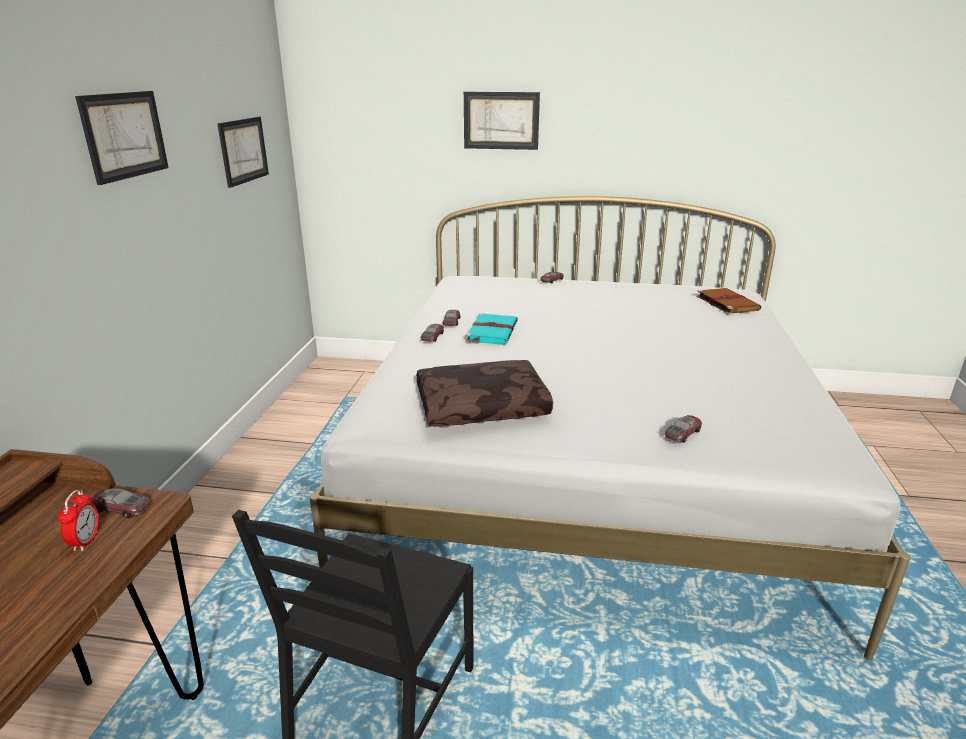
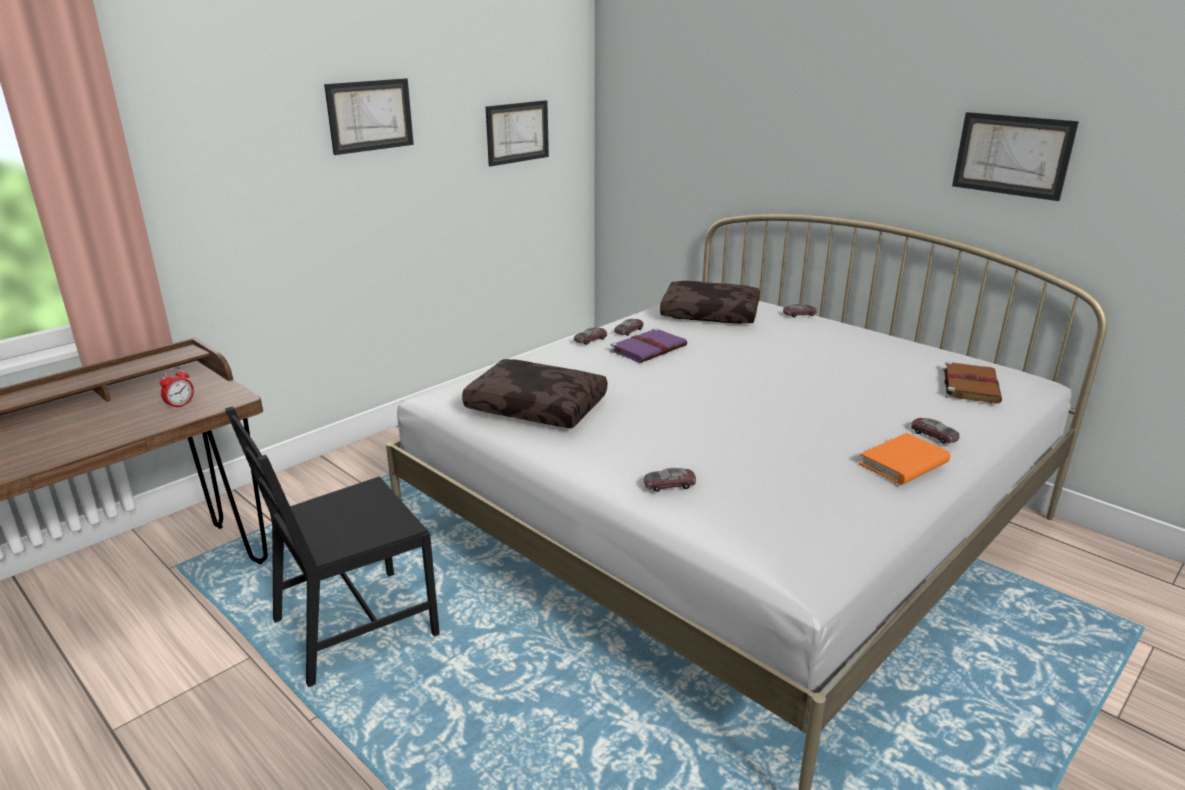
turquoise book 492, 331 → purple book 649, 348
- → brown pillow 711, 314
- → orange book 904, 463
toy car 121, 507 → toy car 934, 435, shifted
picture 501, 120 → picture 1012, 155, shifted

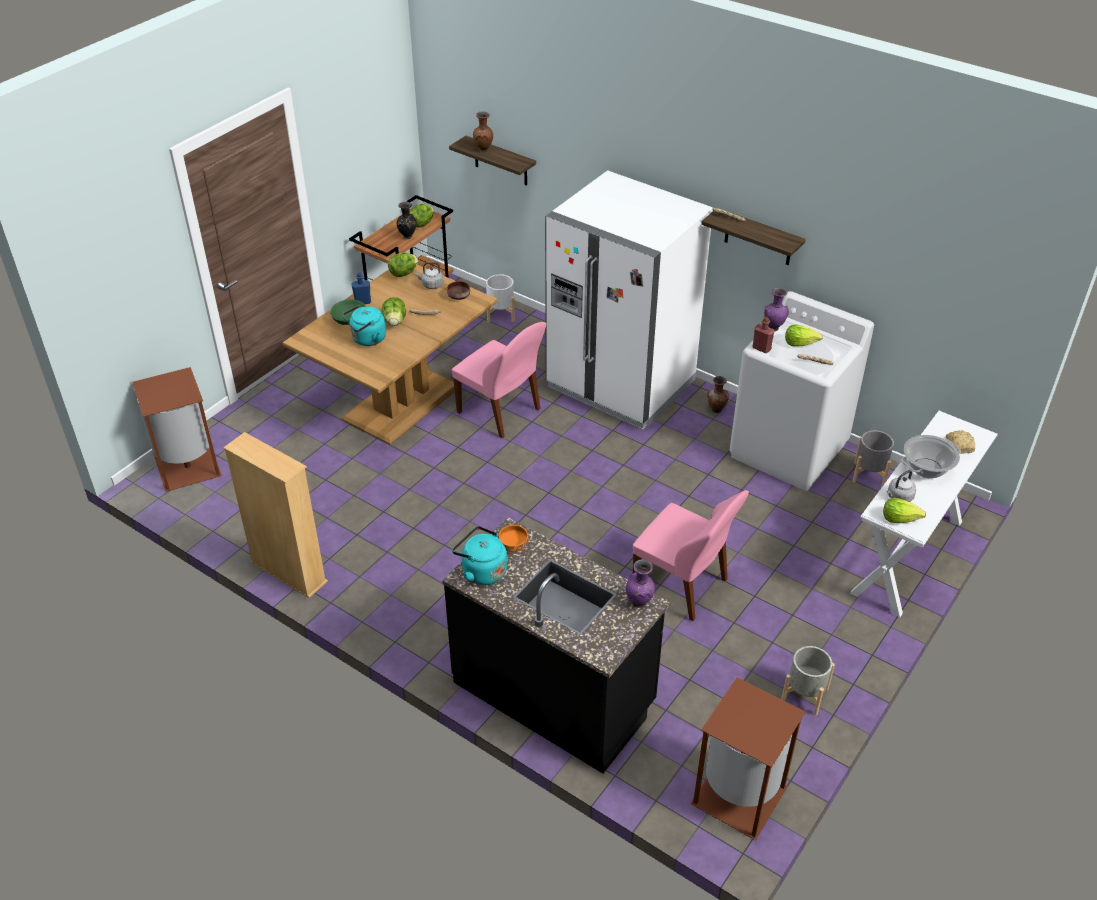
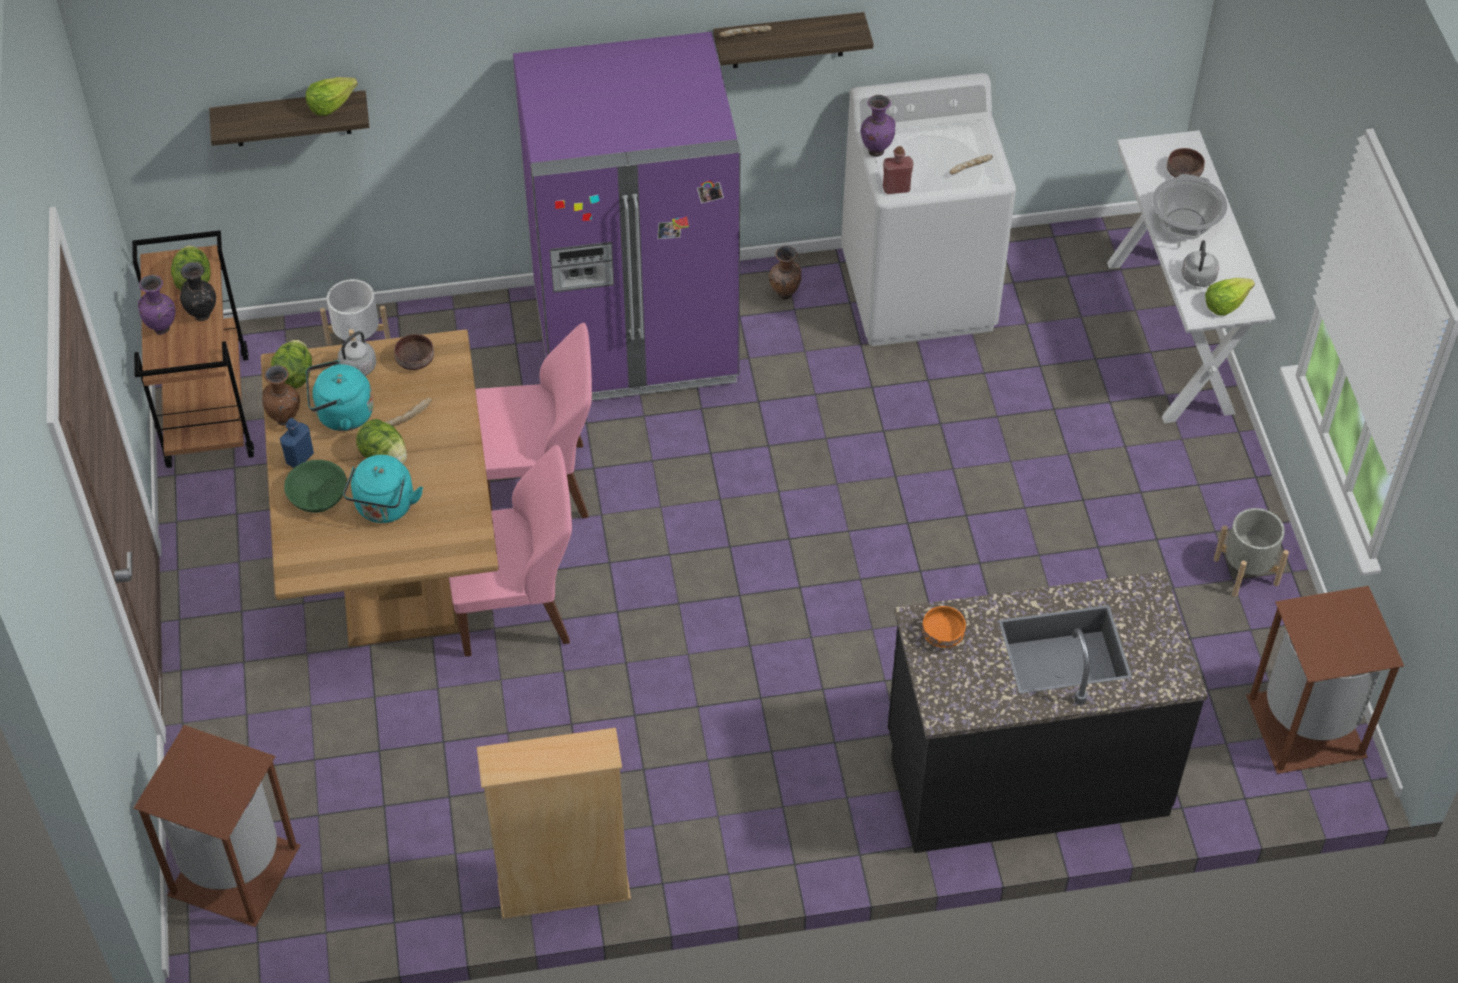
purple vase 639, 603 → purple vase 163, 329, shifted
brown vase 484, 150 → brown vase 286, 419, shifted
lettuce 800, 343 → lettuce 331, 104, shifted
turquoise kettle 481, 571 → turquoise kettle 341, 415, shifted
pink chair 682, 586 → pink chair 516, 609, shifted
white fridge 620, 384 → purple fridge 635, 338
bread 959, 446 → brown bowl 1183, 172
grey planter 869, 474 → -

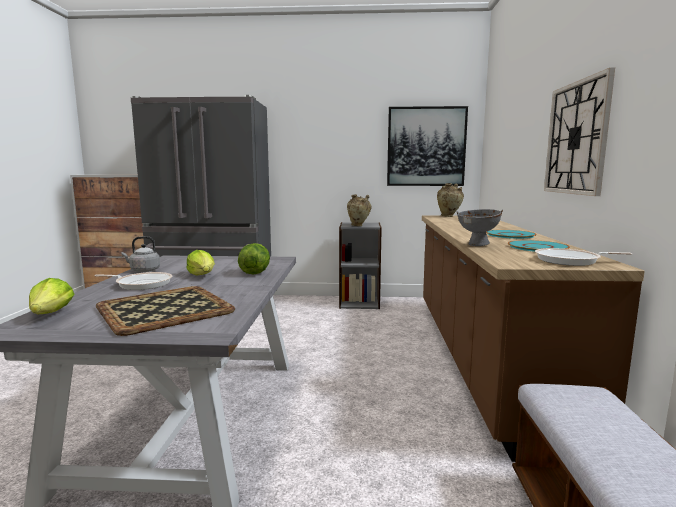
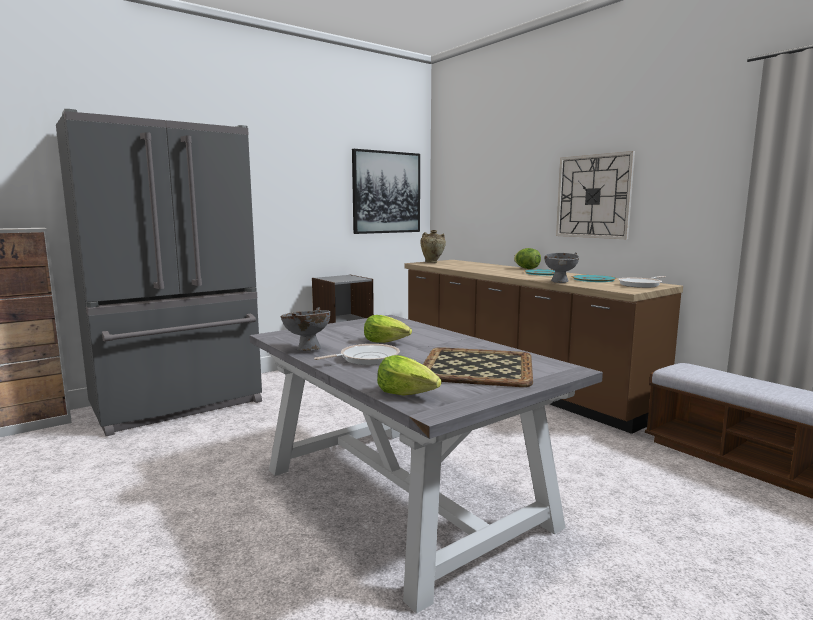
grey kettle 143, 270 → grey bowl 306, 350
lettuce 254, 273 → lettuce 526, 268, shifted
beige vase 358, 226 → -

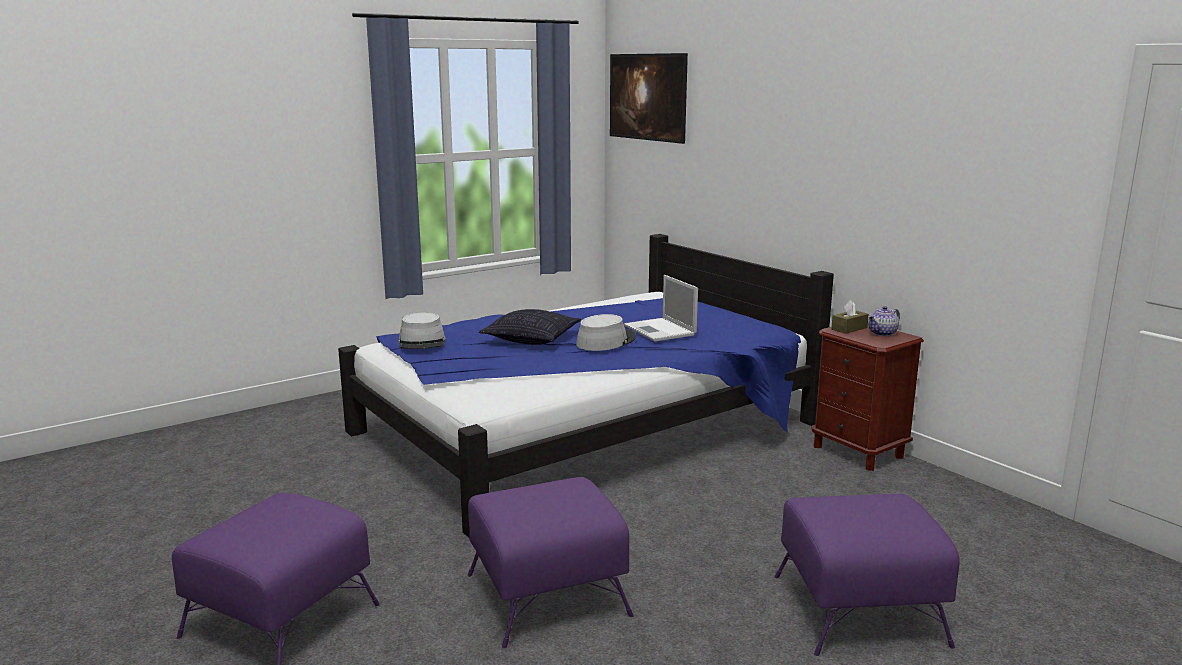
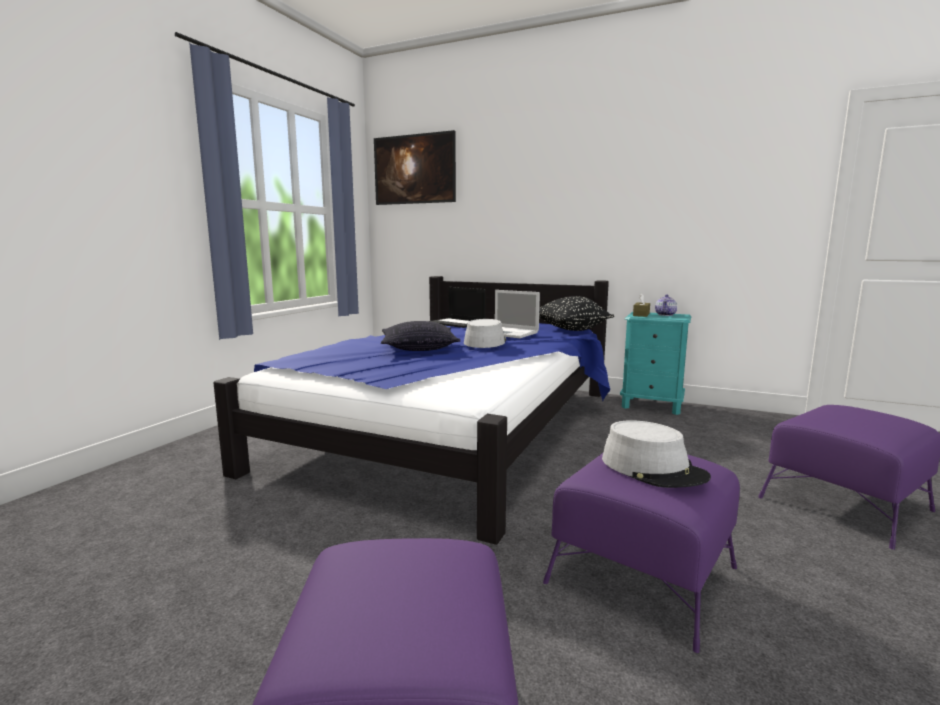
- → laptop 457, 323
- → black pillow 571, 330
grey hat 422, 342 → grey hat 653, 468, shifted
brown nightstand 858, 451 → turquoise nightstand 652, 405

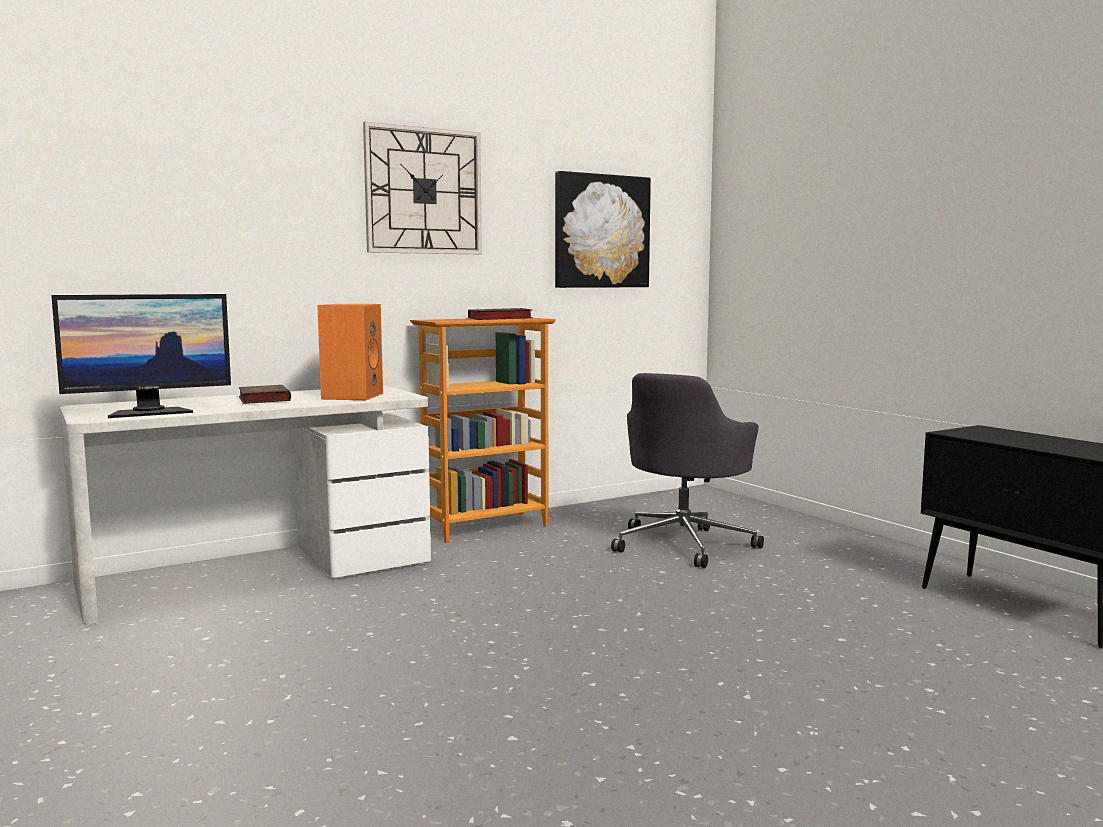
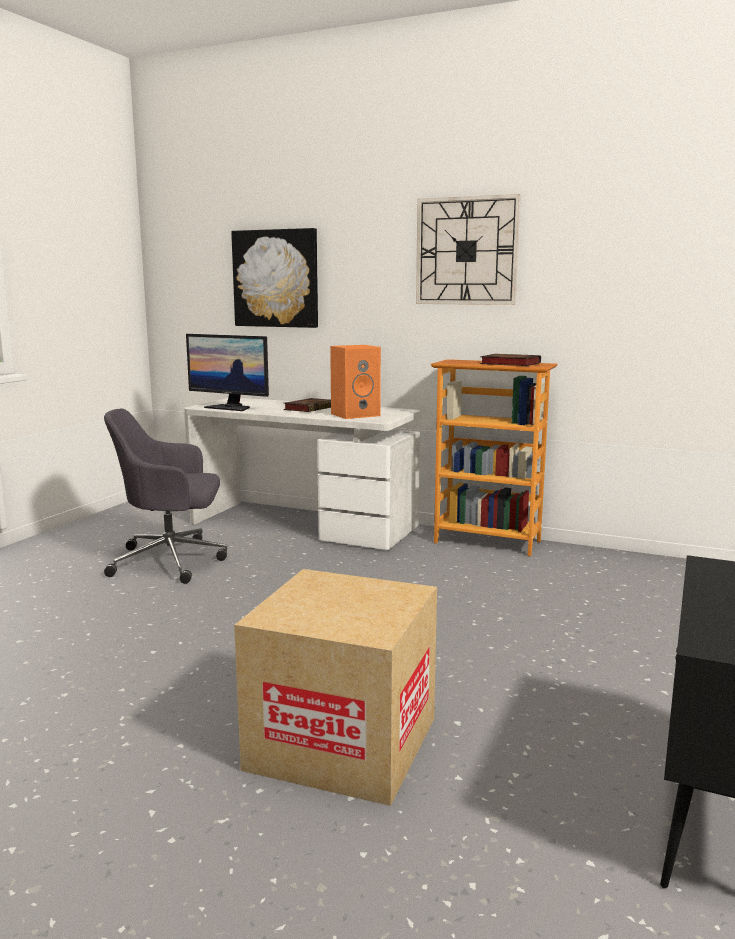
grey office chair 684, 544 → grey office chair 172, 561, shifted
picture 601, 231 → picture 276, 278, shifted
- → cardboard box 342, 743

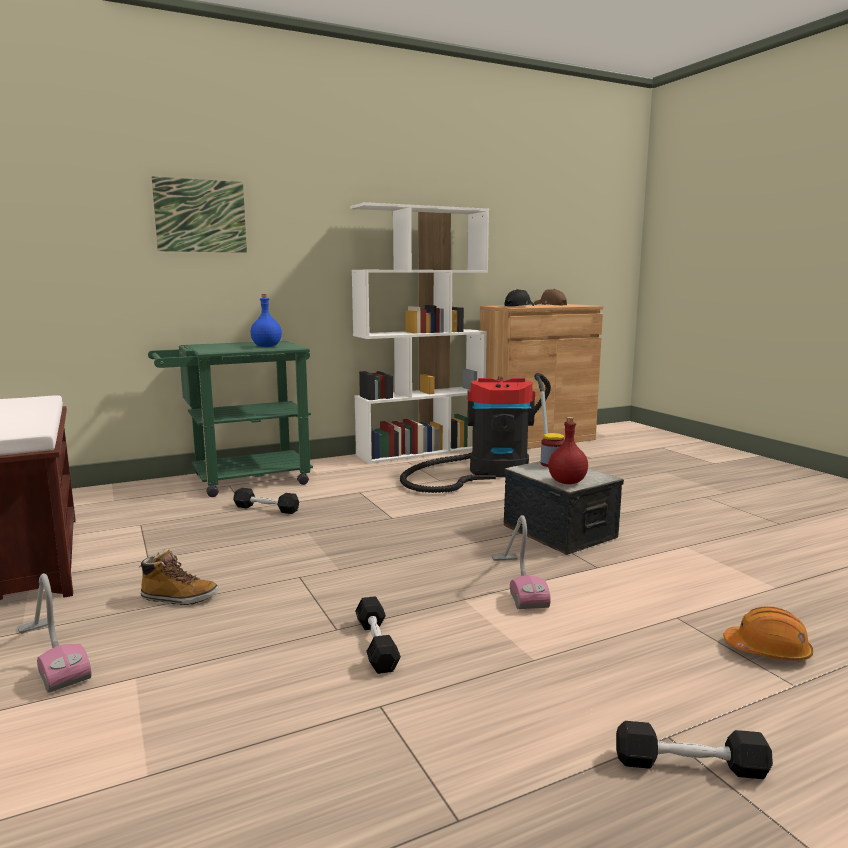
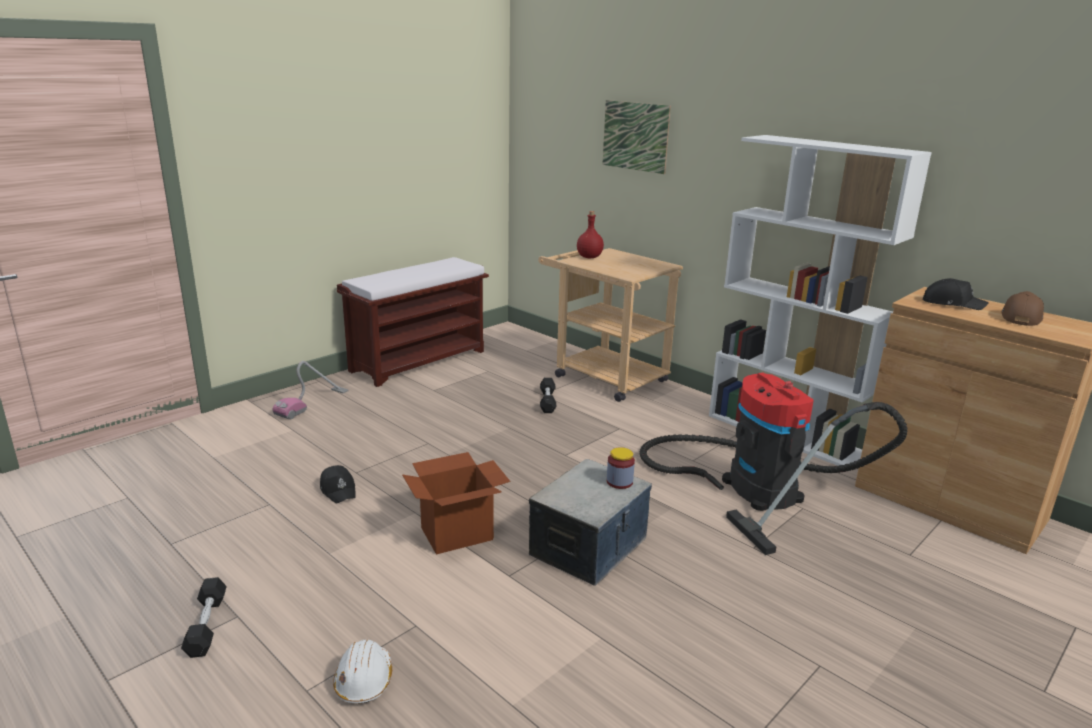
black dumbbell 376, 645 → black cap 338, 490
orange hard hat 767, 650 → white hard hat 364, 680
vacuum cleaner 517, 581 → cardboard box 457, 534
green cart 239, 480 → beige cart 603, 376
red bottle 566, 482 → red bottle 590, 257, shifted
boot 179, 598 → -
blue bottle 267, 346 → -

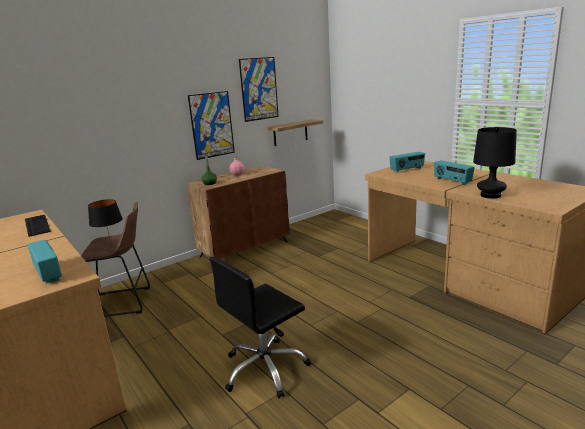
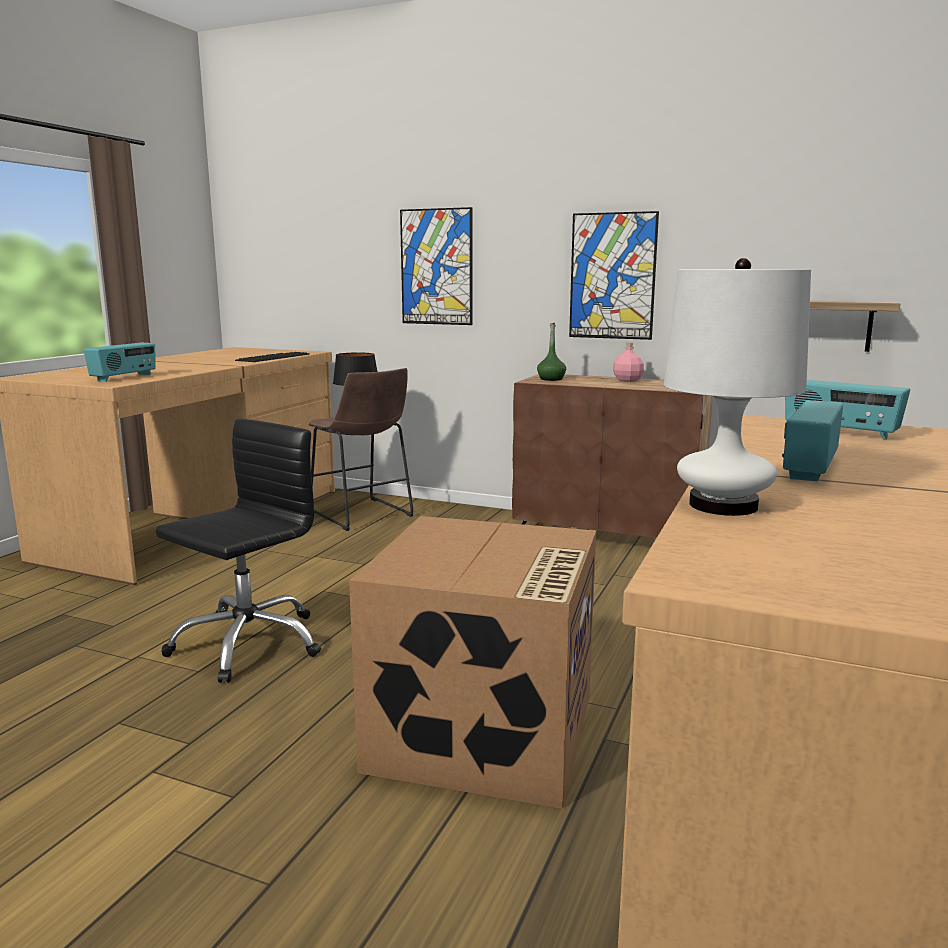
black office chair 265, 369 → black office chair 247, 643, 105 degrees clockwise
- → cardboard box 485, 733
picture 259, 89 → picture 436, 267, shifted
black table lamp 490, 195 → white table lamp 723, 505

